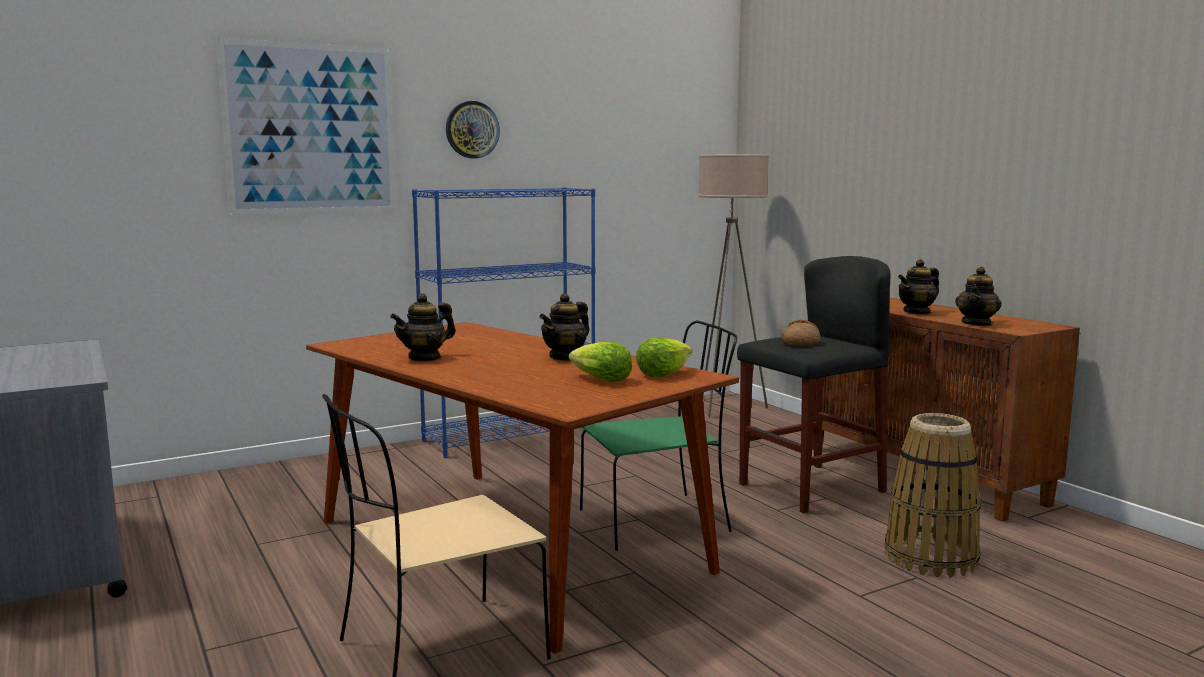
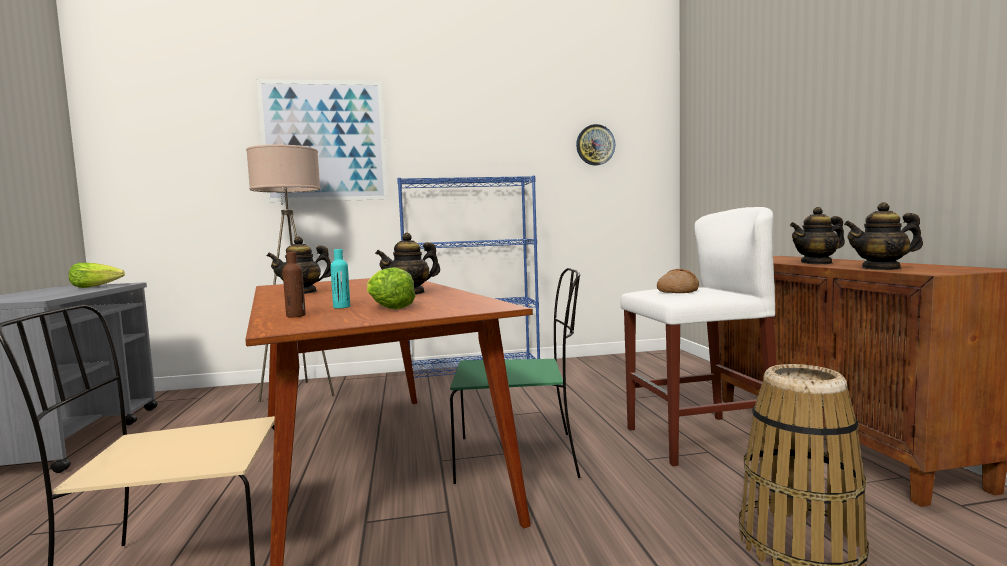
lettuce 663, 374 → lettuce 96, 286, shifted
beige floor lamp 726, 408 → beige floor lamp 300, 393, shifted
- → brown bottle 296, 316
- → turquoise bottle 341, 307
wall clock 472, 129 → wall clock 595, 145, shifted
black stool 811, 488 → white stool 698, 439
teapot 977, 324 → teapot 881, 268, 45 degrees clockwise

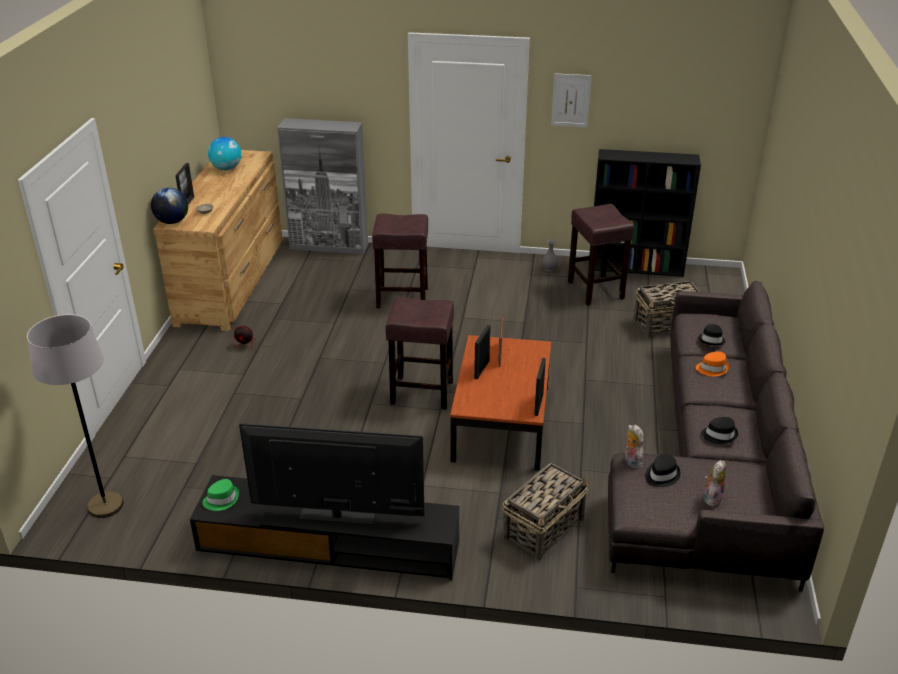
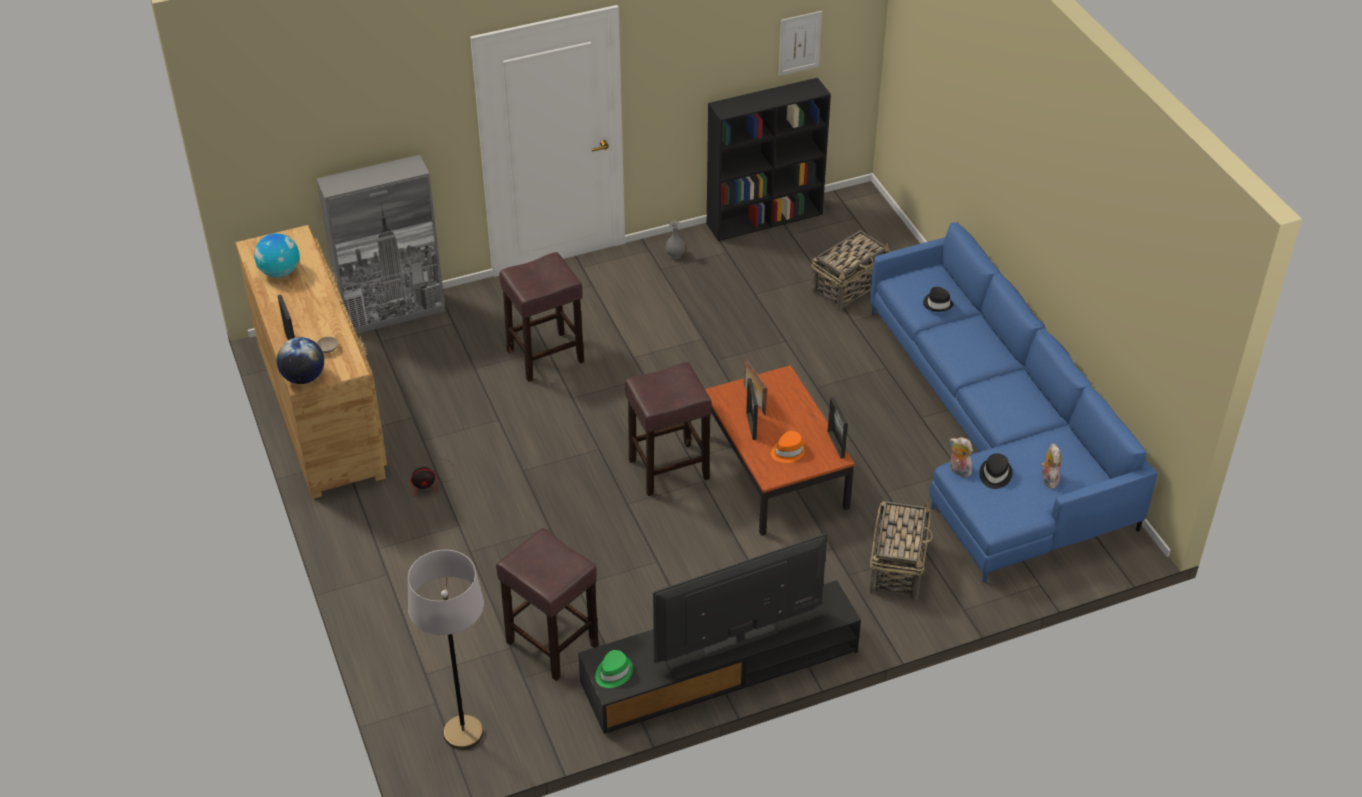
brown stool 594, 290 → brown stool 551, 643, shifted
orange hat 712, 368 → orange hat 788, 451, shifted
picture 571, 100 → picture 799, 43, shifted
grey sofa 712, 463 → blue sofa 994, 434
black hat 719, 435 → -

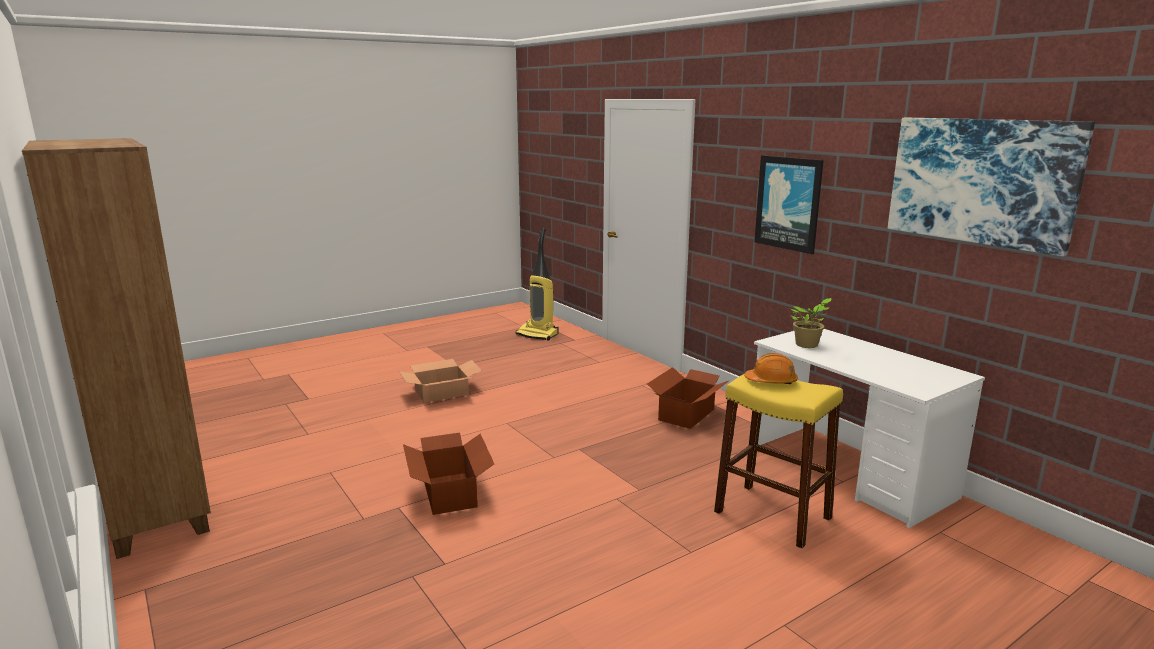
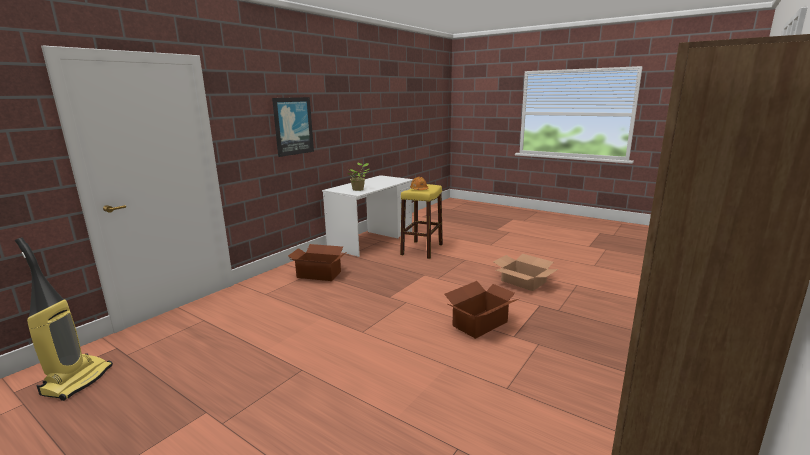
cardboard box 441, 392 → cardboard box 523, 281, shifted
picture 981, 181 → -

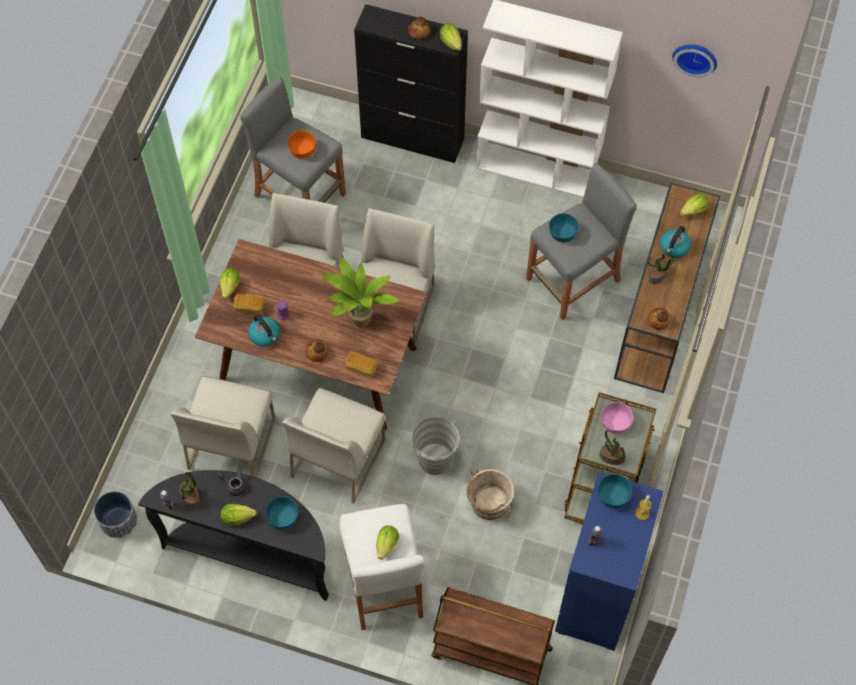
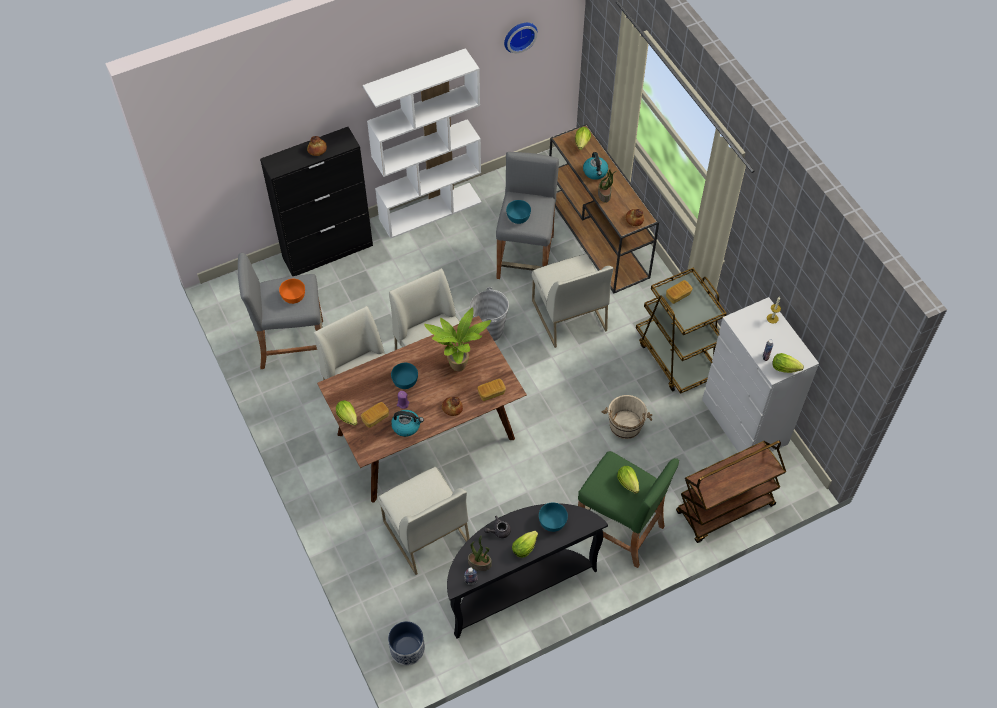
turquoise bowl 613, 496 → turquoise bowl 405, 380, shifted
grey bucket 435, 460 → grey bucket 489, 330, shifted
white chair 338, 457 → white chair 568, 315, shifted
white stool 384, 584 → green stool 619, 529
pink bowl 615, 422 → bread 678, 295
blue dresser 597, 596 → white dresser 744, 423
lettuce 452, 44 → lettuce 786, 368, shifted
potted plant 611, 457 → -

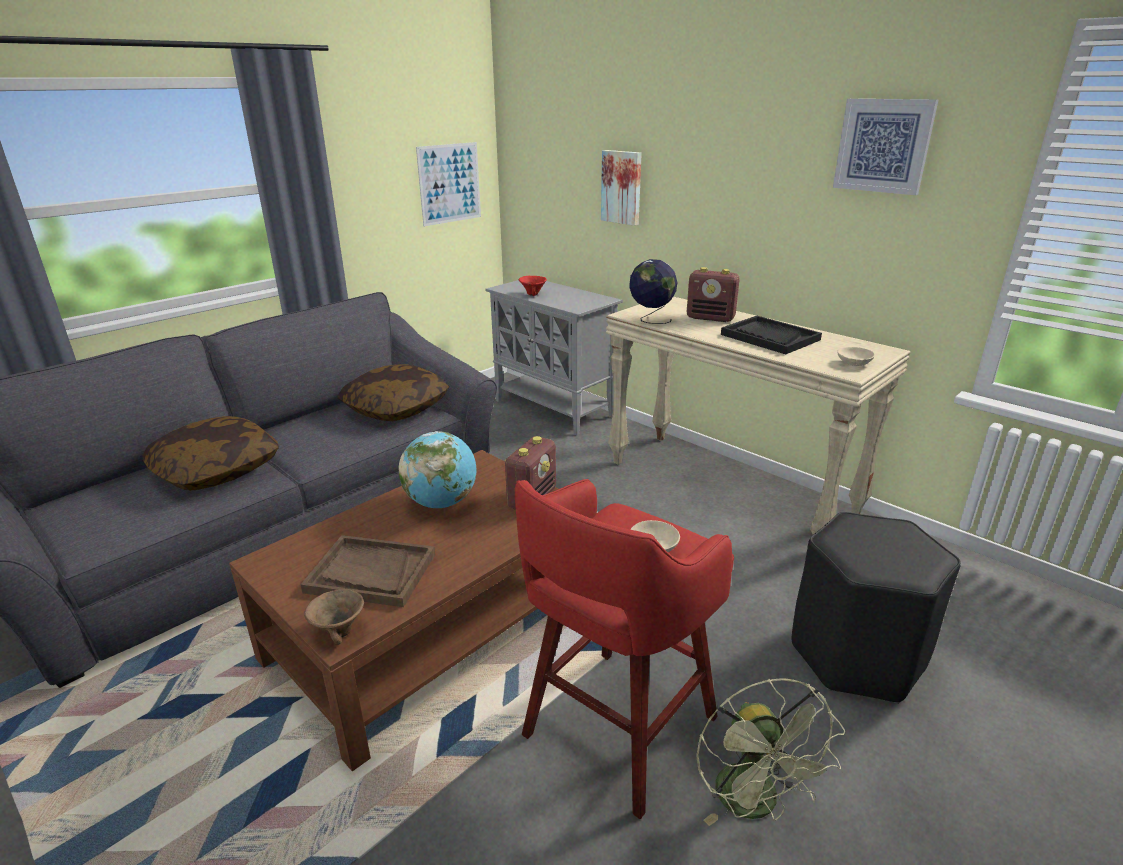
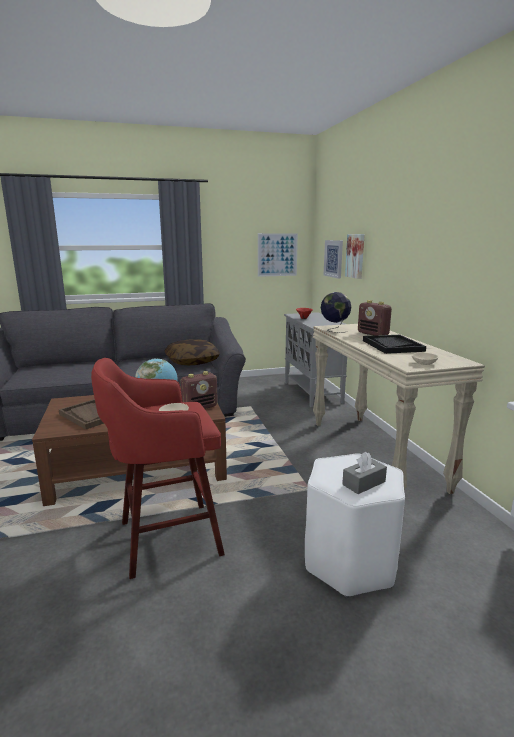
black stool 856, 655 → white stool 350, 562
picture 883, 146 → picture 333, 258, shifted
- → grey tissue box 364, 483
pillow 217, 470 → -
brown bowl 339, 631 → -
green fan 755, 804 → -

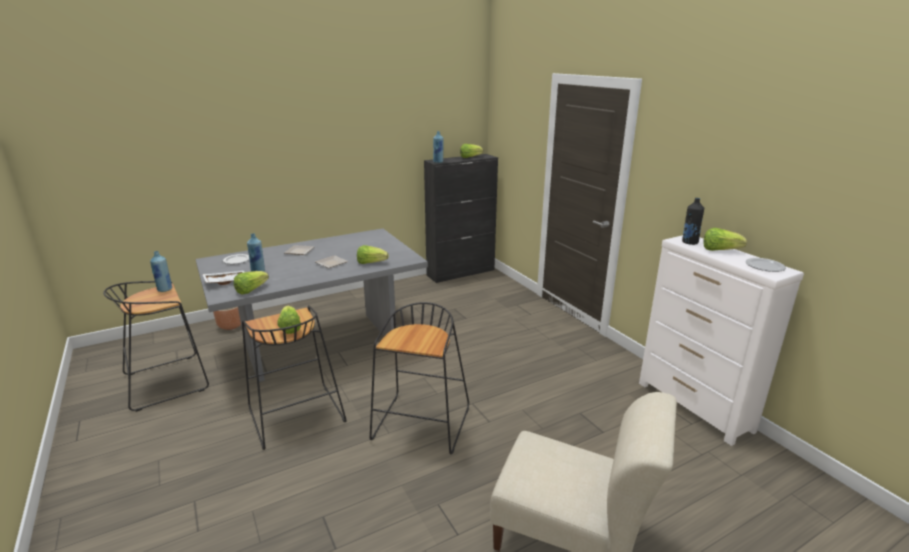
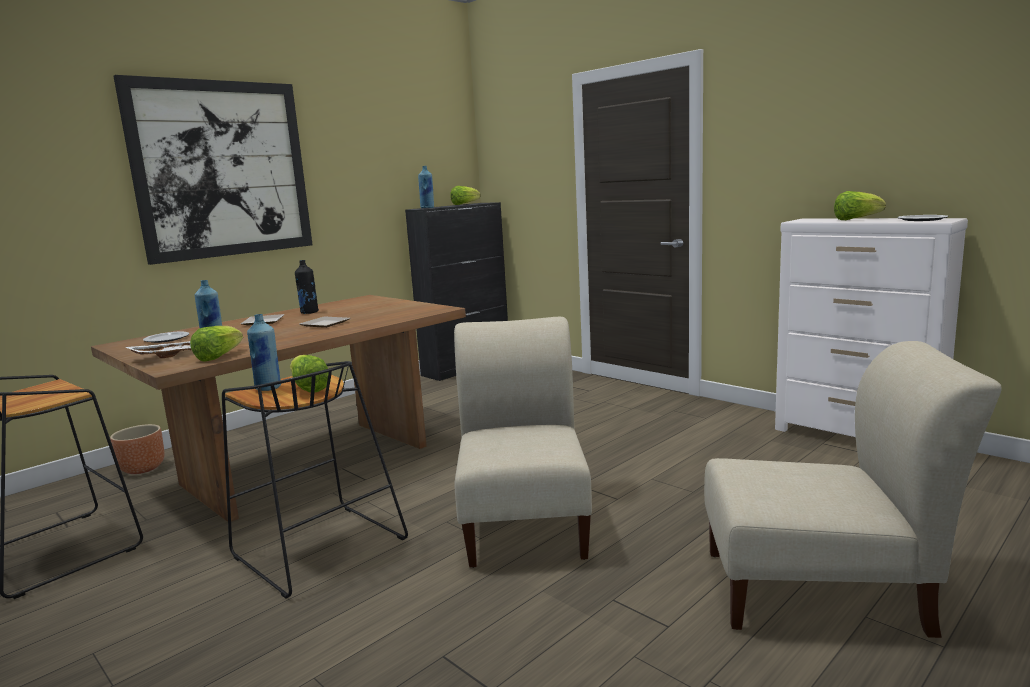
grey dining table 321, 344 → brown dining table 308, 464
- → picture 222, 169
blue bottle 165, 289 → blue bottle 268, 388, shifted
black bottle 689, 242 → black bottle 309, 312, shifted
black stool 422, 425 → beige chair 525, 521
lettuce 371, 263 → -

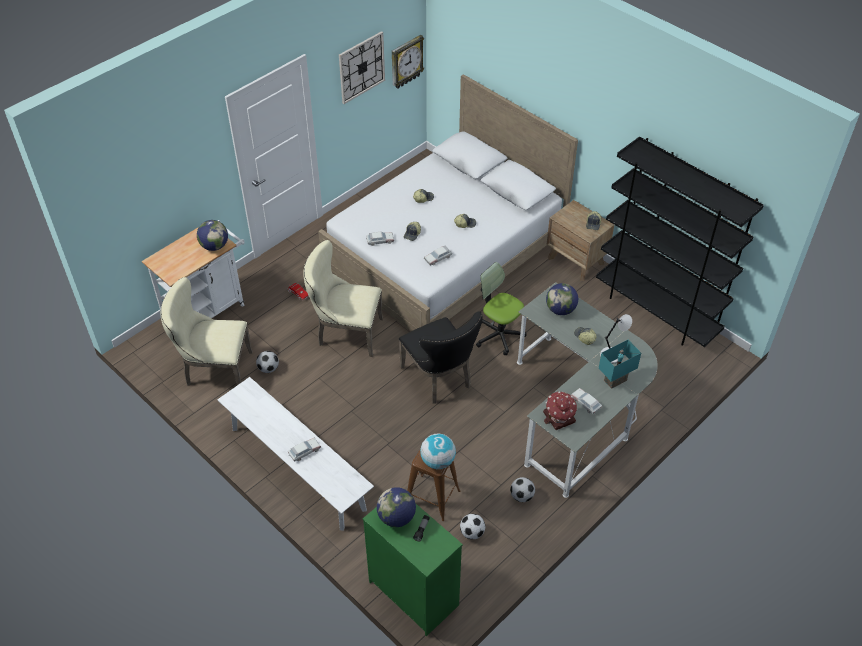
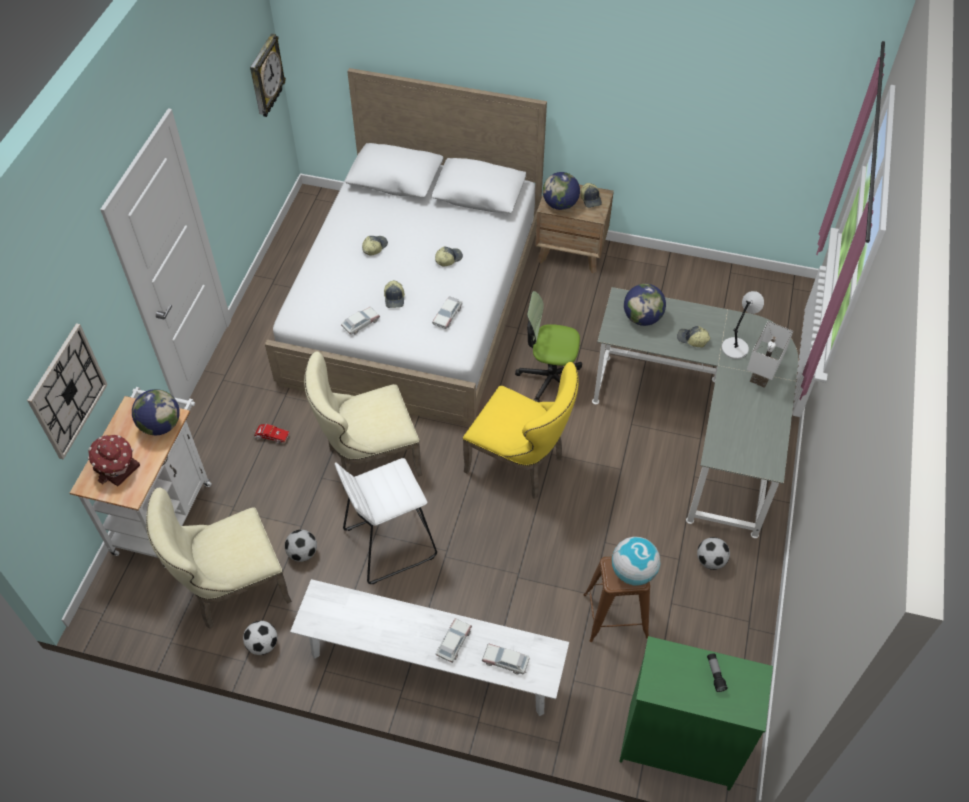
wall clock 361, 67 → wall clock 67, 391, shifted
toy house 559, 418 → toy house 117, 469, shifted
football 472, 532 → football 262, 644, shifted
- → white stool 389, 543
black chair 440, 379 → yellow chair 521, 464
toy car 586, 403 → toy car 506, 661, shifted
globe 396, 517 → globe 560, 204, shifted
turquoise table lamp 615, 381 → white table lamp 762, 376
black bookcase 656, 311 → -

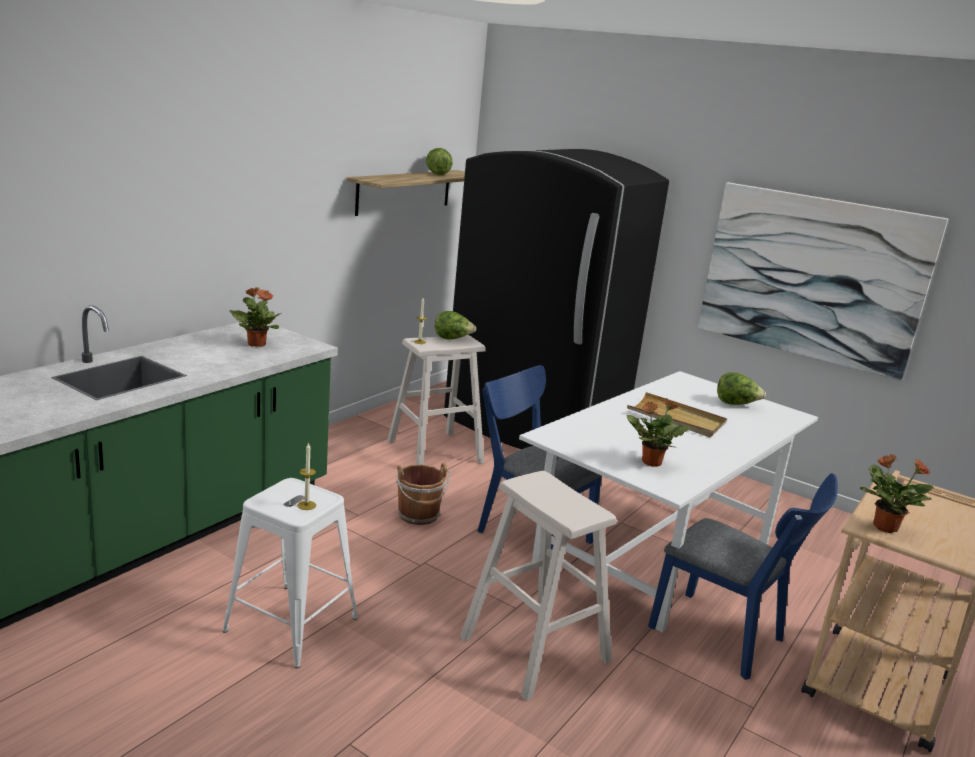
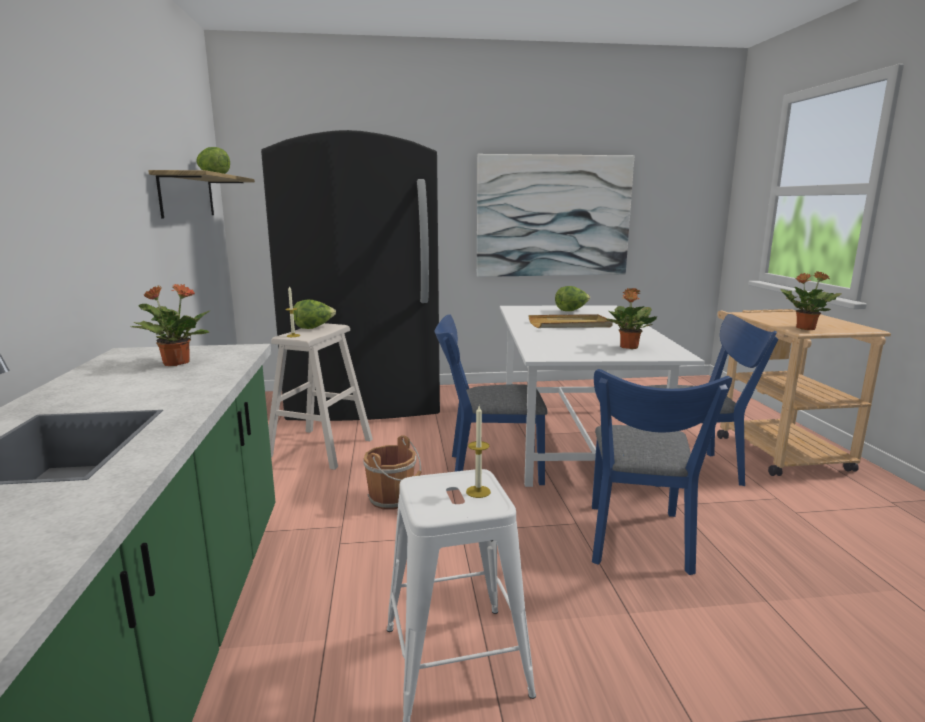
beige stool 534, 649 → blue chair 638, 543

